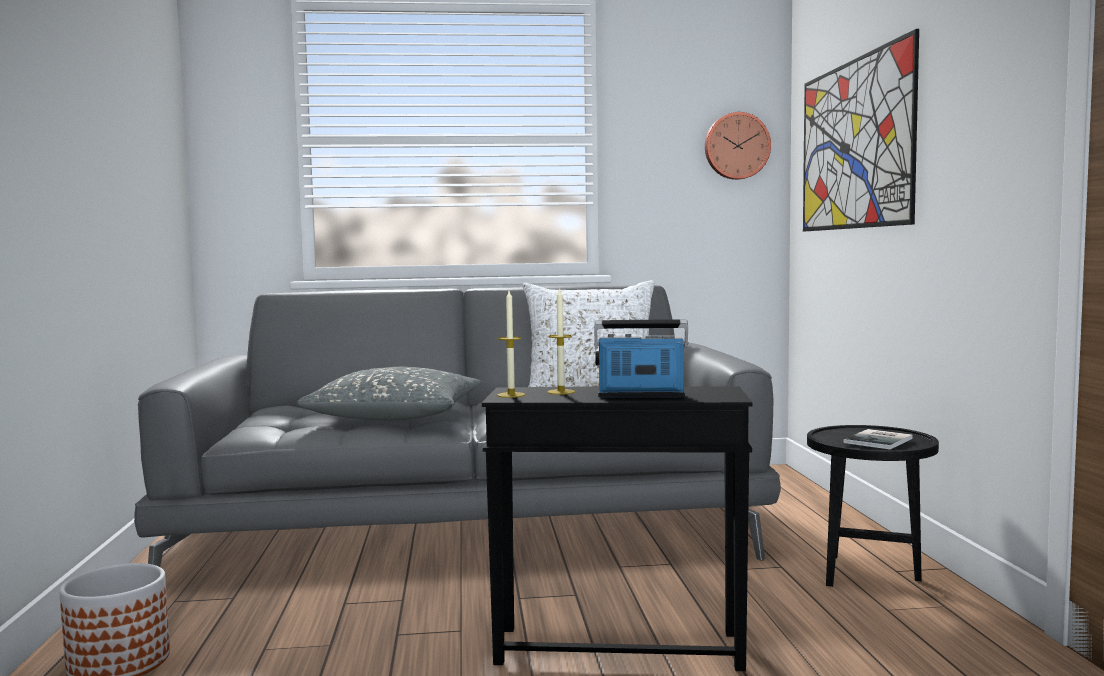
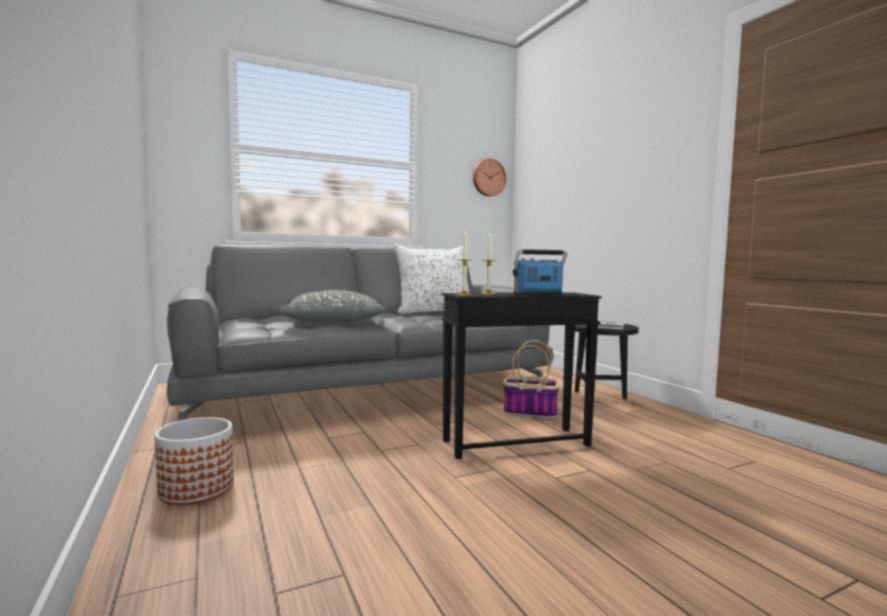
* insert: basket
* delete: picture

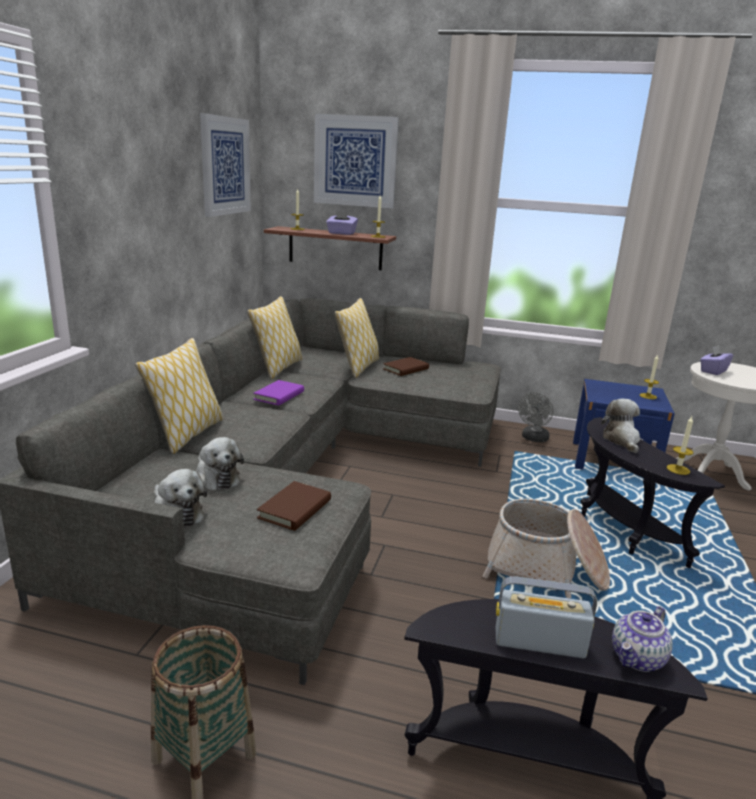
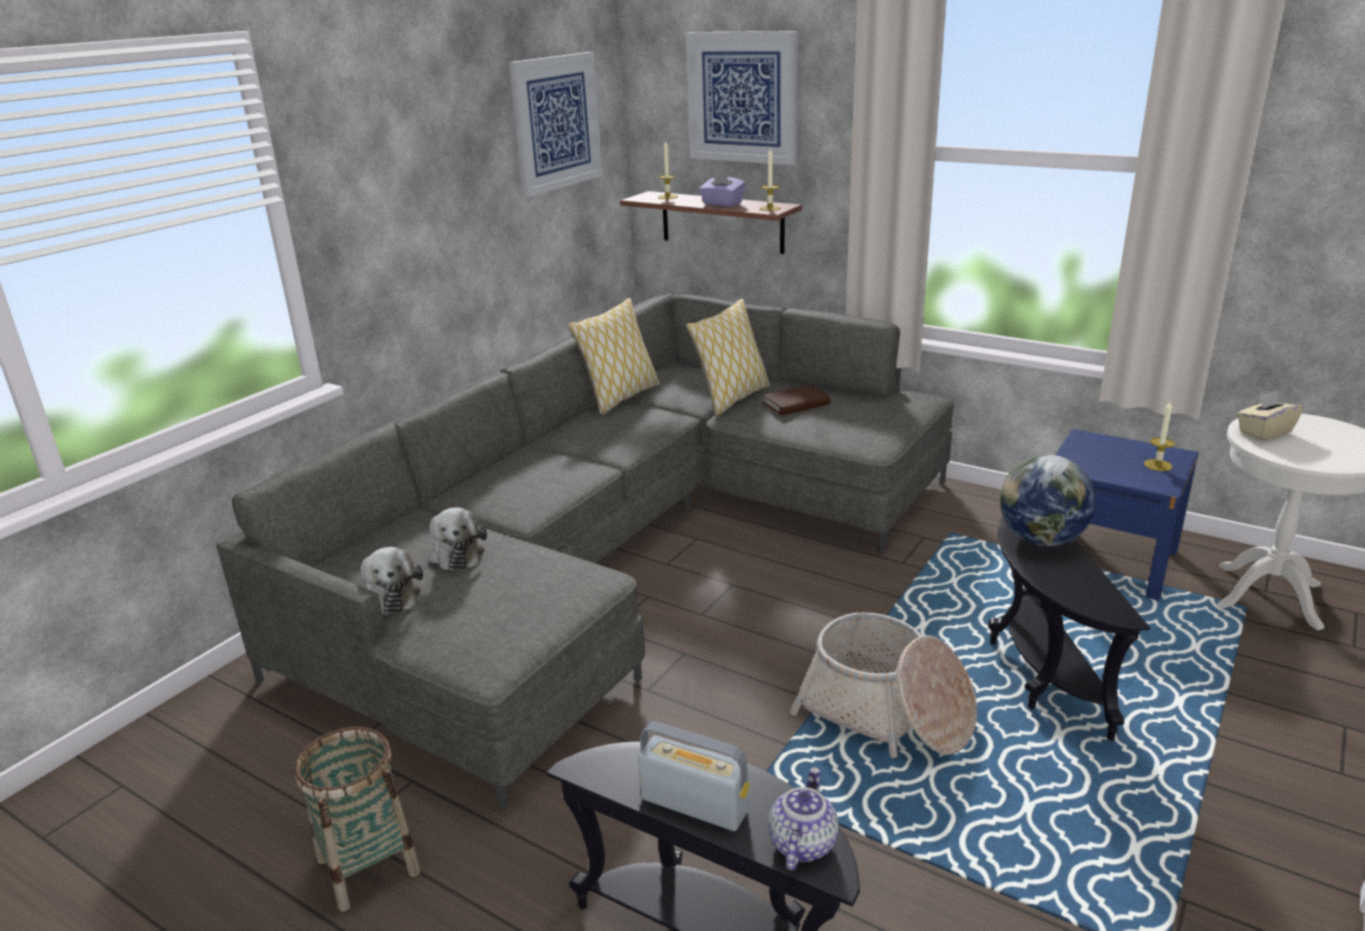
* rotate: teapot 135 degrees clockwise
* replace: plush toy (3rd from left) to globe
* recolor: tissue box/purple (2nd from left) to tissue box/beige
* delete: pillow (1st from left)
* delete: book/purple
* delete: book/brown (1st from left)
* delete: fan/grey
* delete: candle (4th from left)

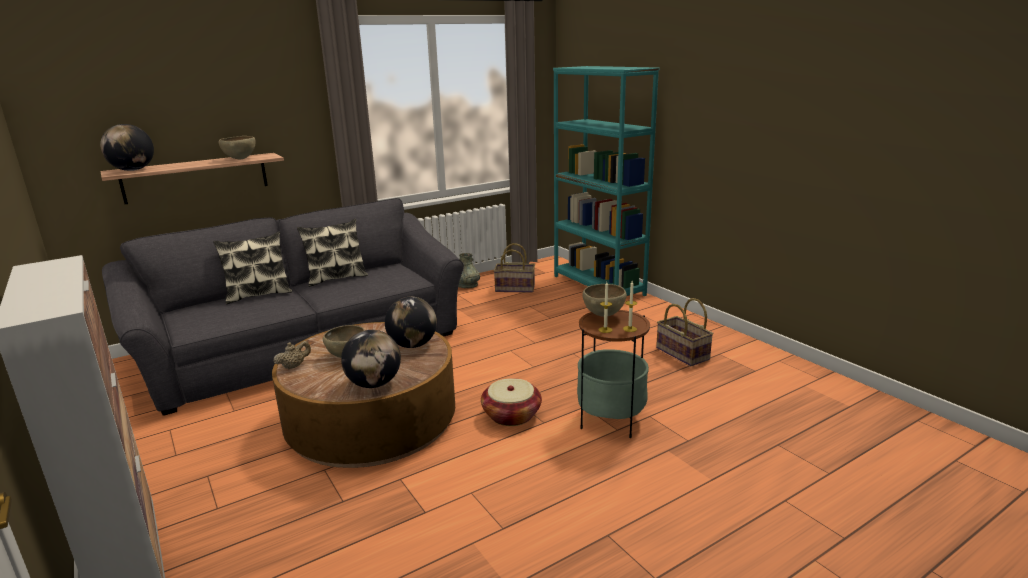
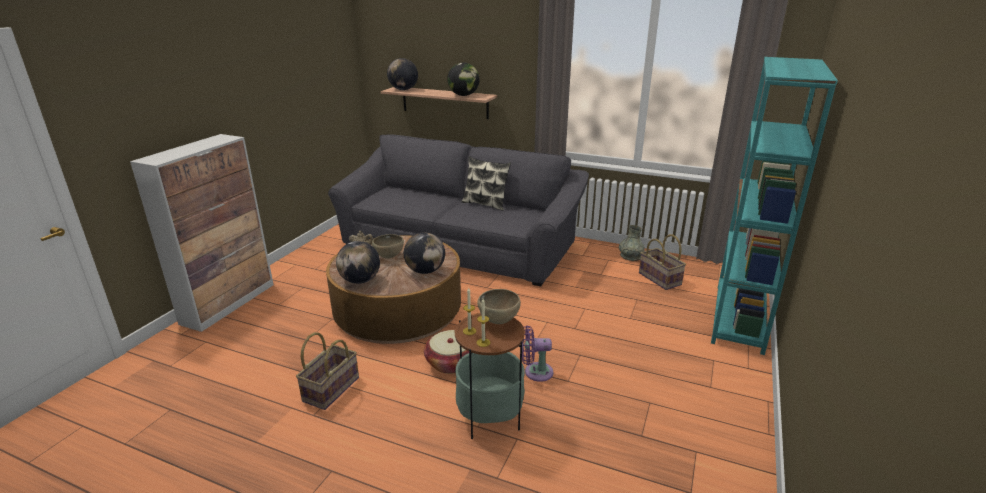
* move: basket (3rd from left in the first image) to basket (1st from left)
* replace: bowl/brown (1st from left) to globe (4th from left)
* insert: fan/purple
* delete: pillow (1st from left)

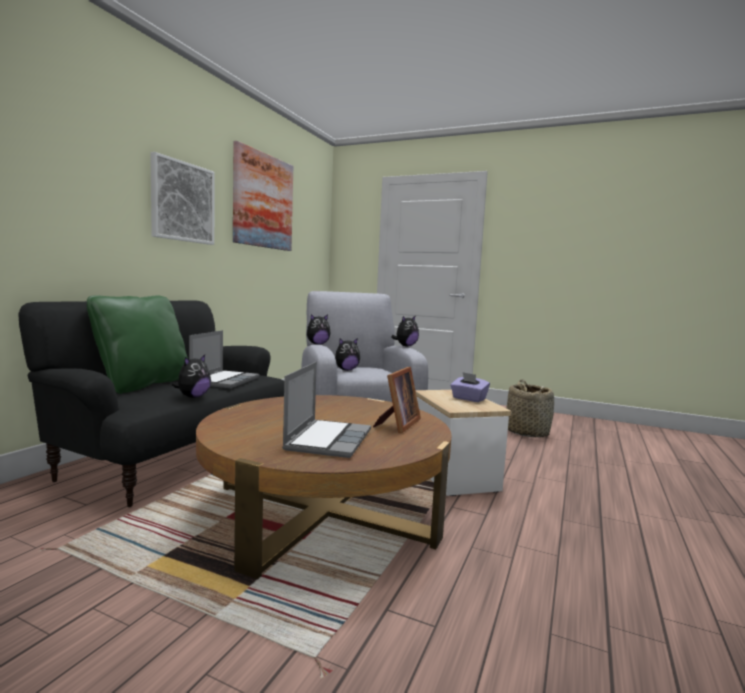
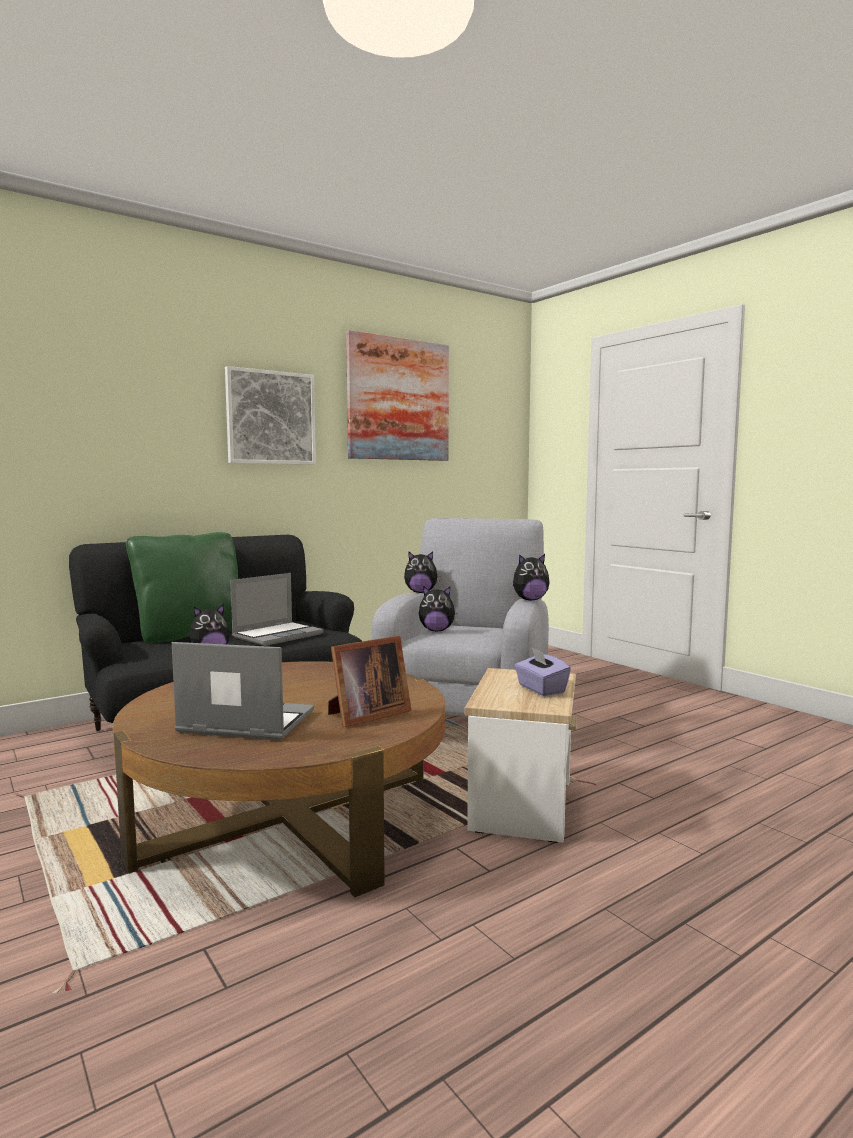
* rotate: laptop (2nd from left in the first image) 120 degrees counterclockwise
* delete: basket

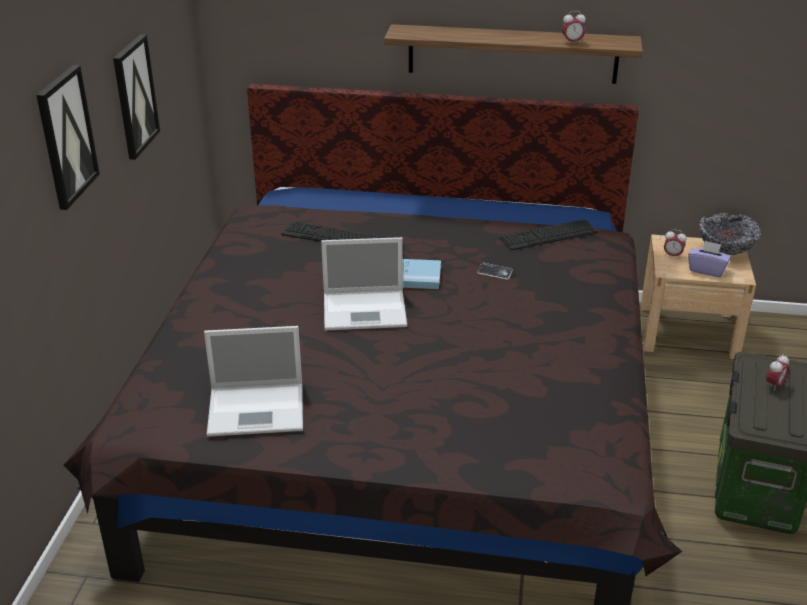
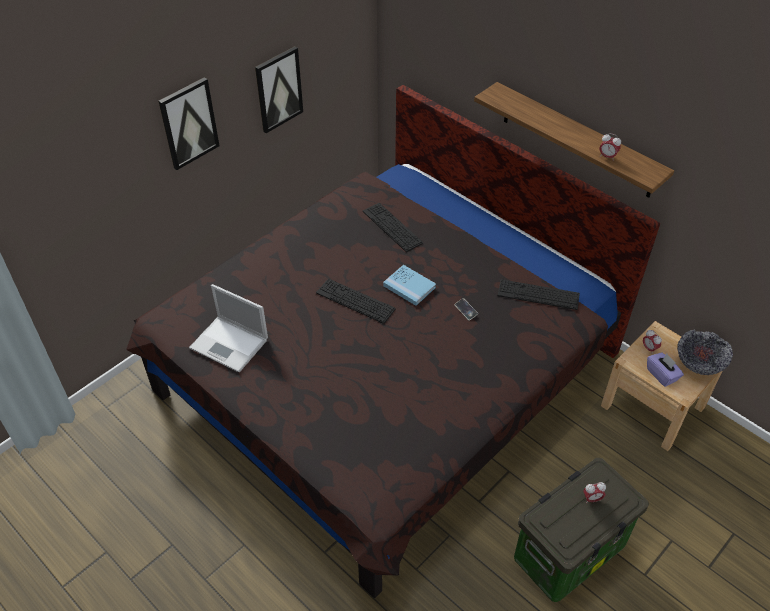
* replace: laptop (2nd from left) to keyboard (1st from left)

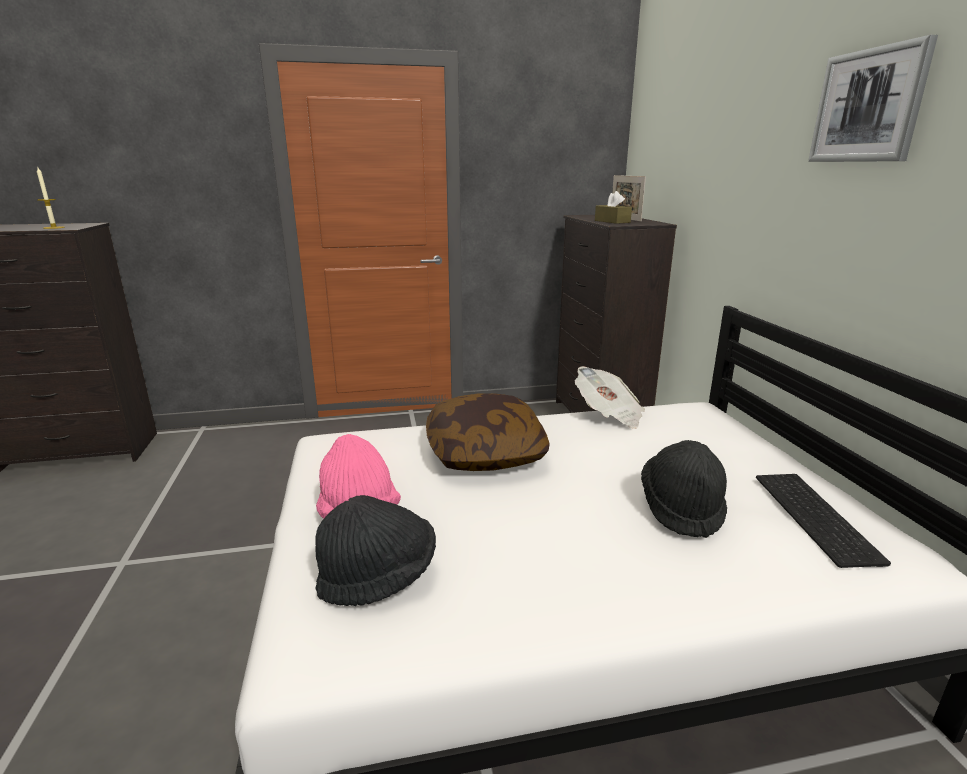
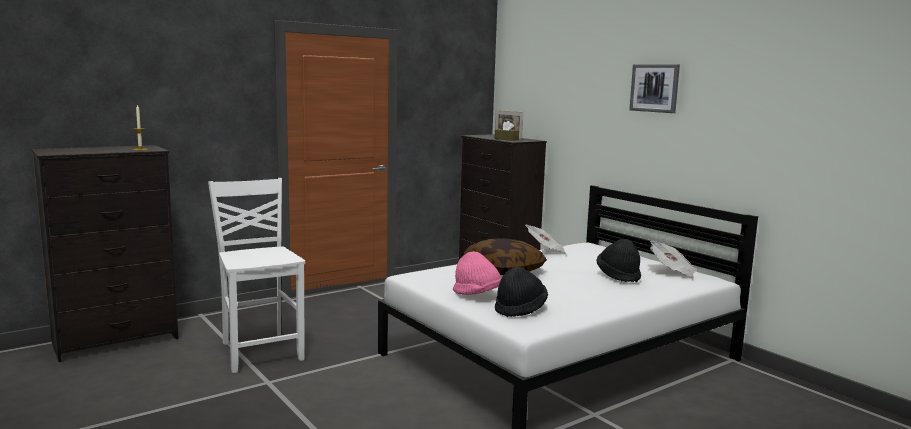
* insert: chair/white
* replace: keyboard to newspaper (2nd from left)

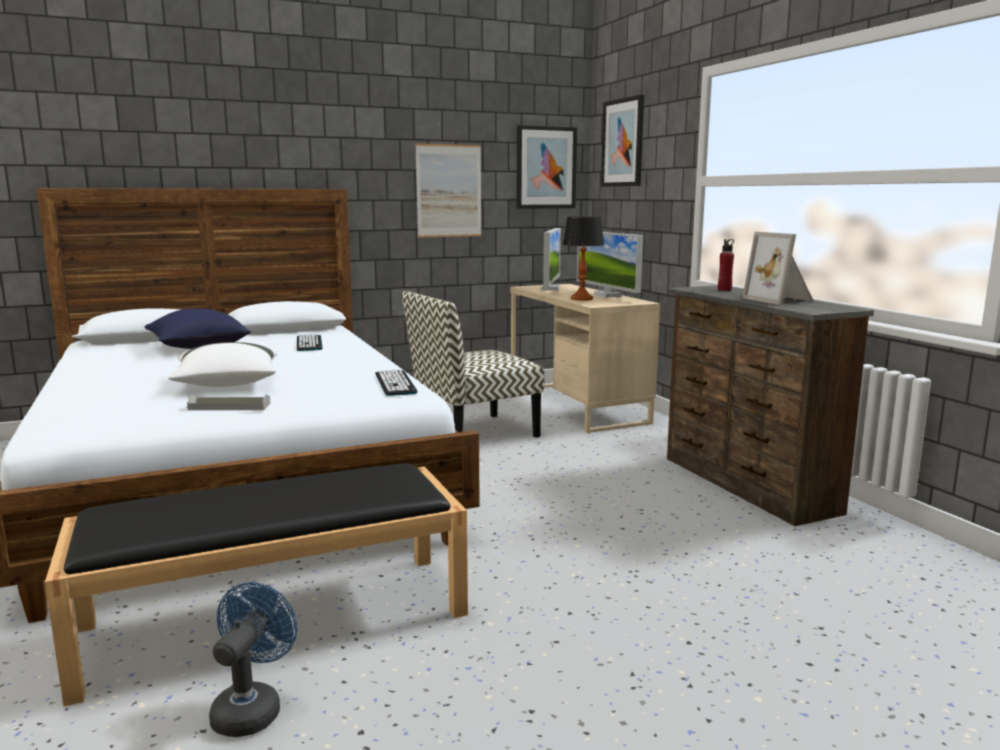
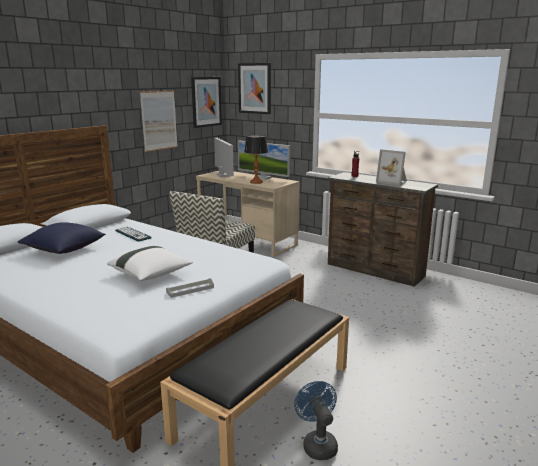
* delete: keyboard (2nd from left)

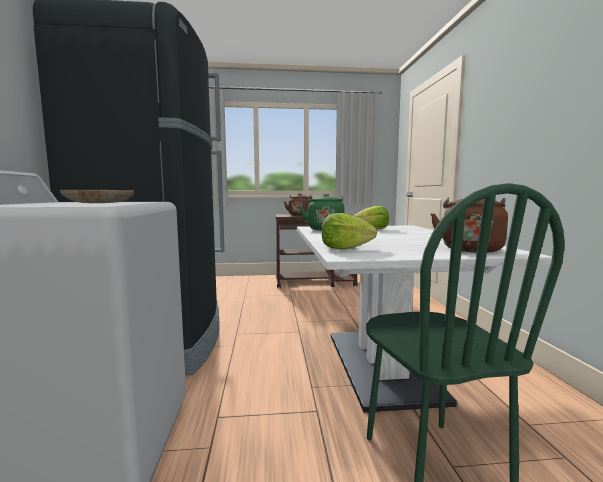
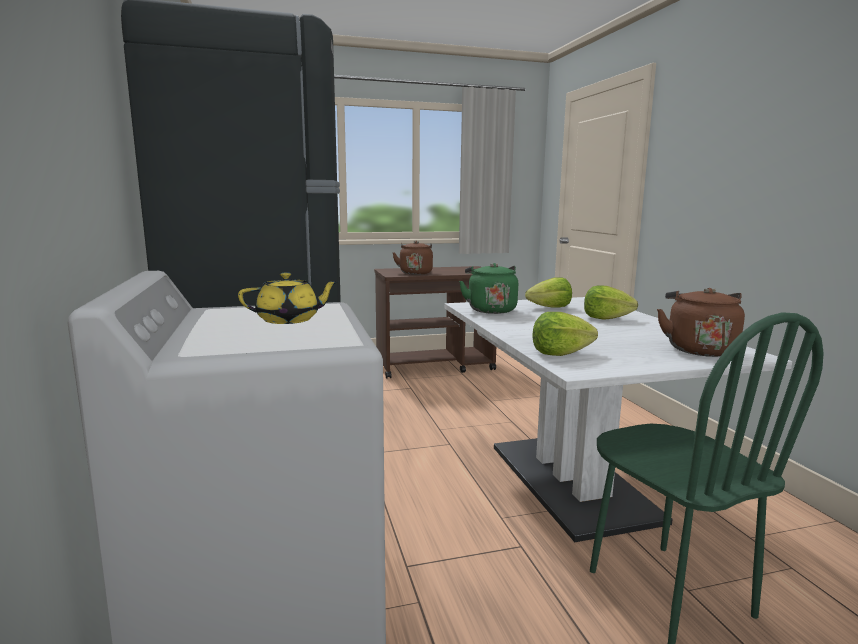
* replace: plate/beige to teapot/yellow
* insert: lettuce (3rd from left)

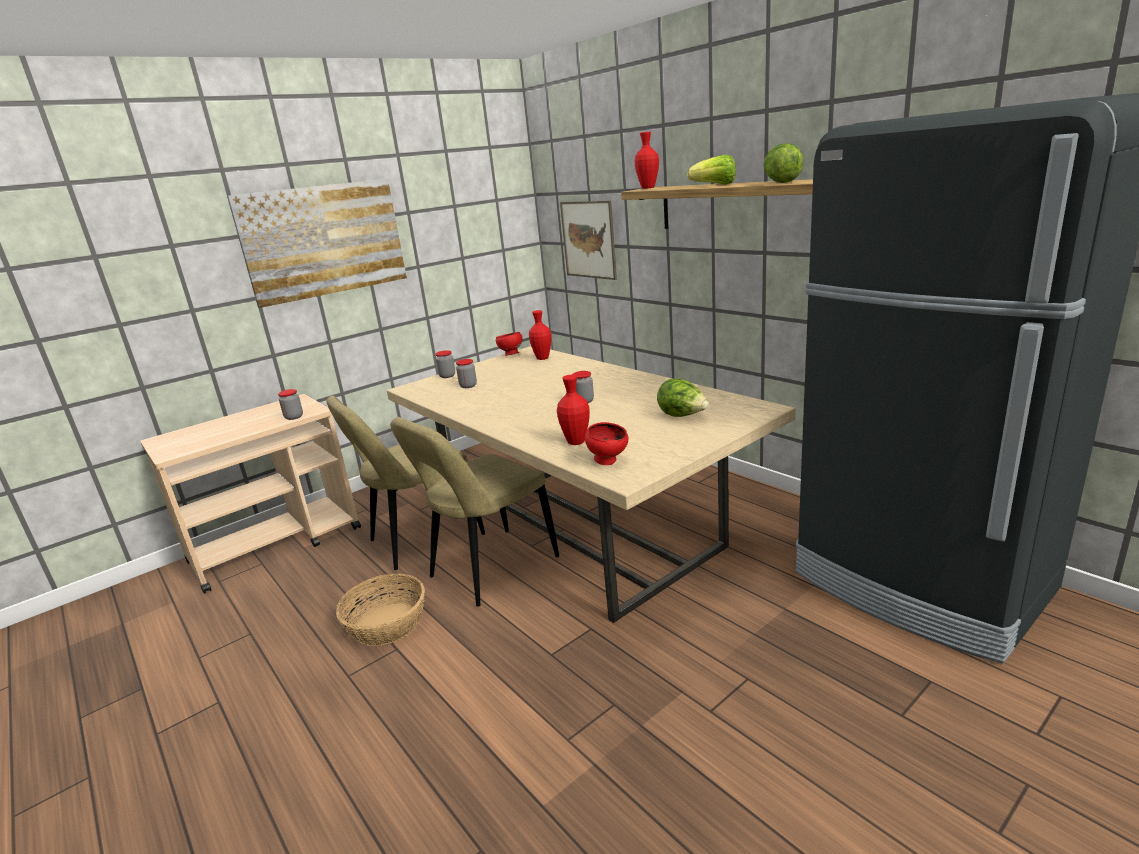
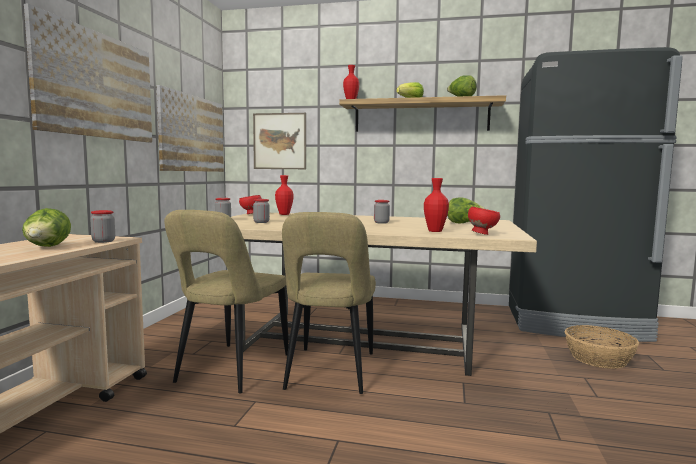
* insert: lettuce (1st from left)
* insert: picture (2nd from left)
* move: basket

